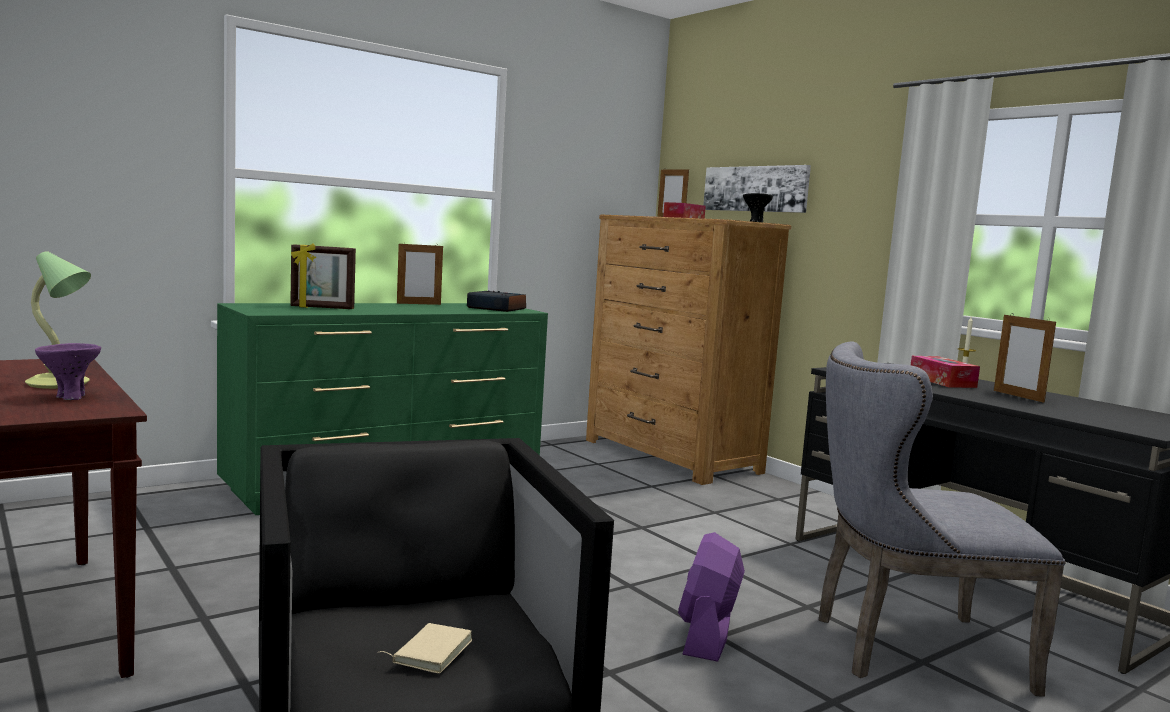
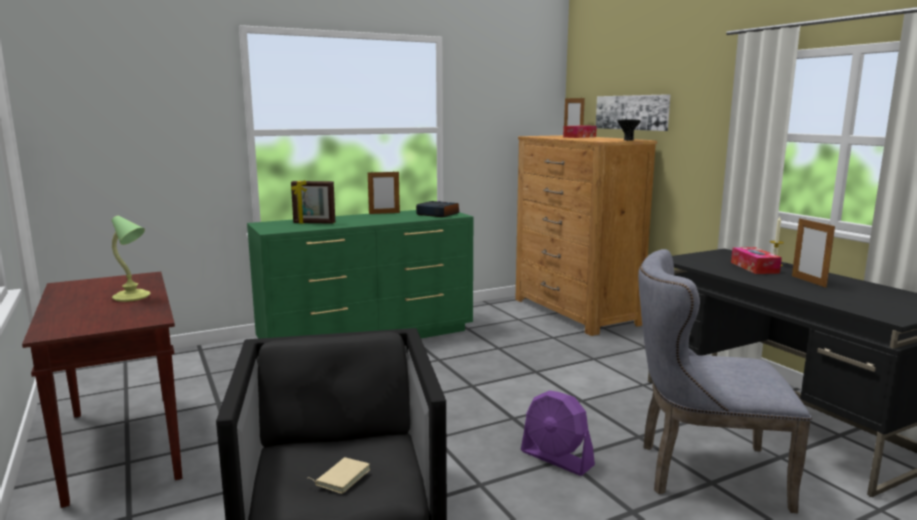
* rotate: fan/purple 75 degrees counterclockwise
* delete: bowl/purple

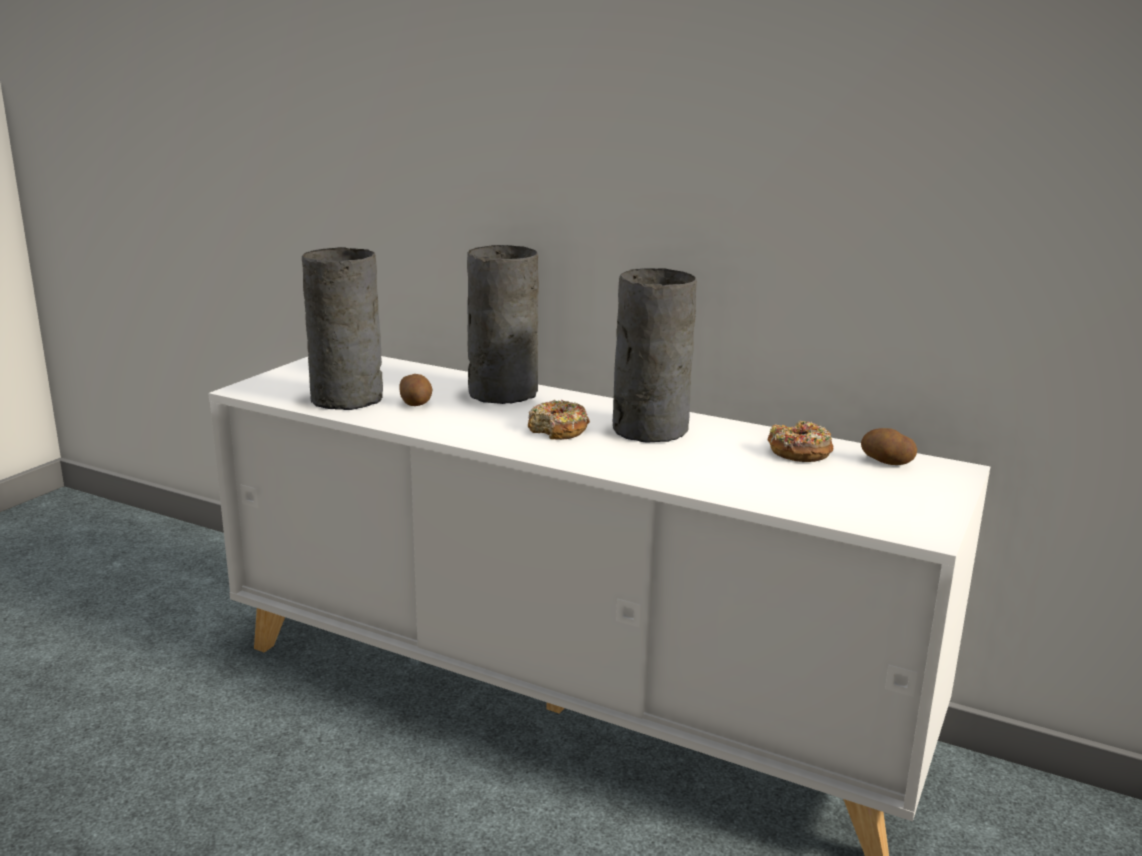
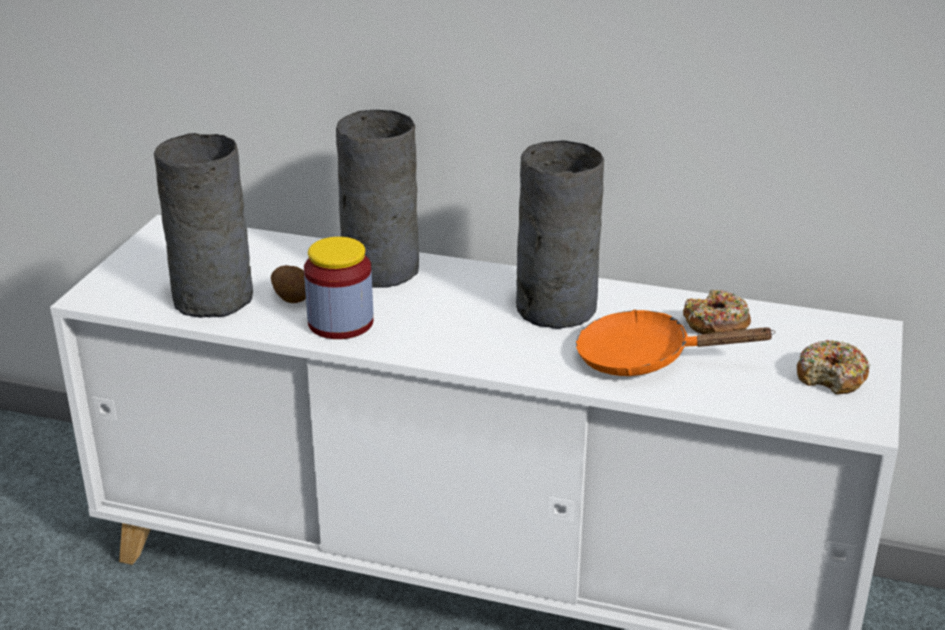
* insert: jar
* insert: frying pan/orange
* move: donut (1st from left in the first image) to donut (2nd from left)
* delete: potato (2nd from left)

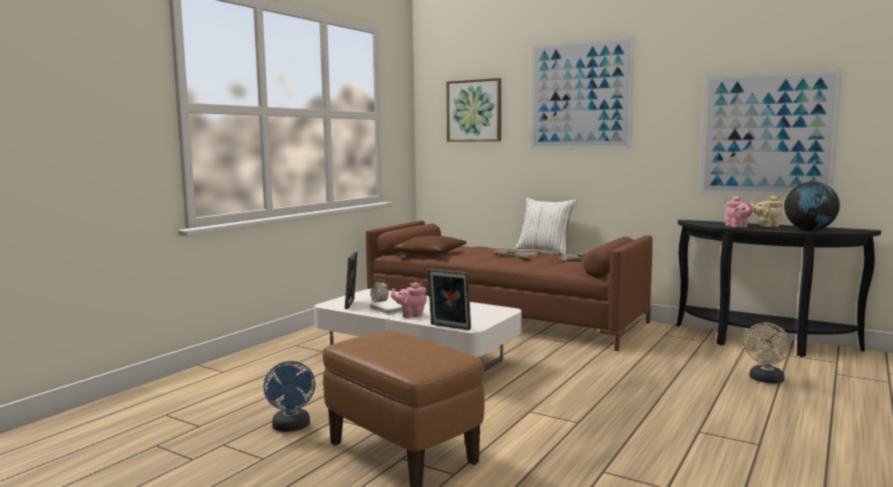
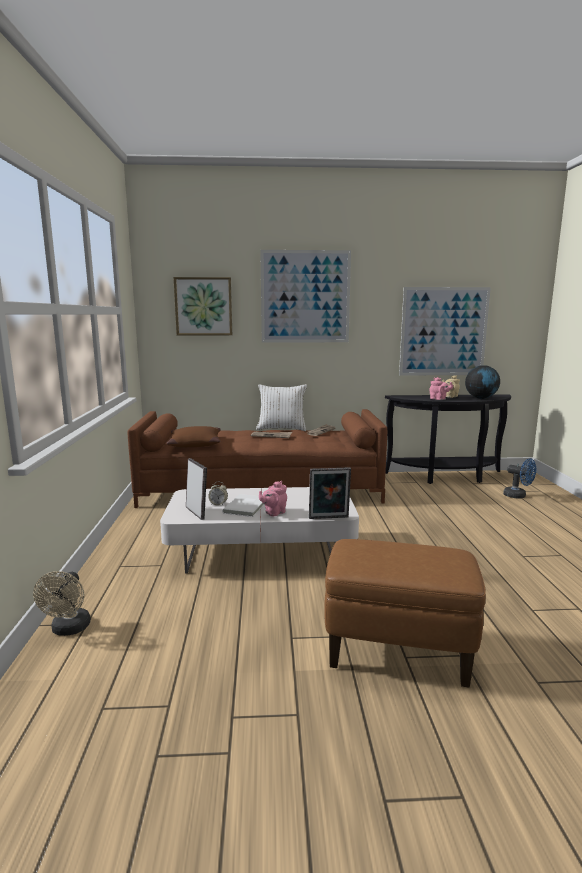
* move: fan/beige
* move: fan/blue

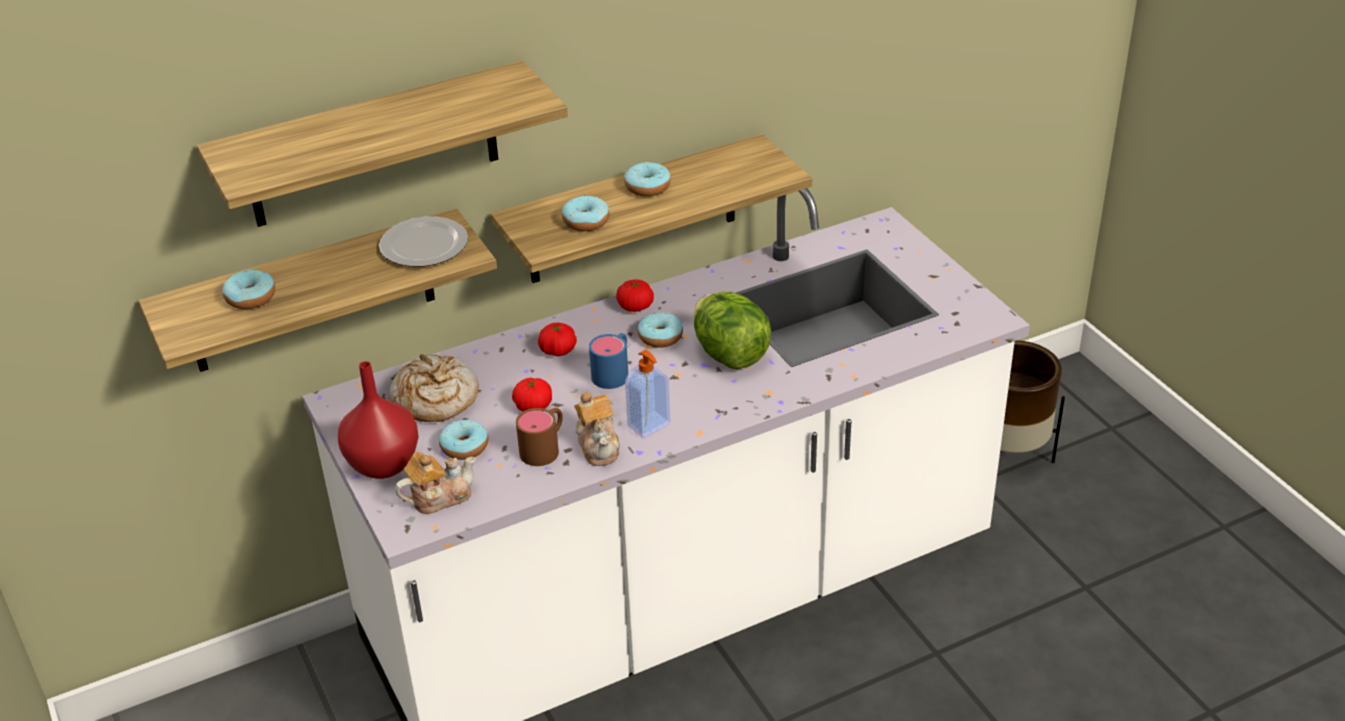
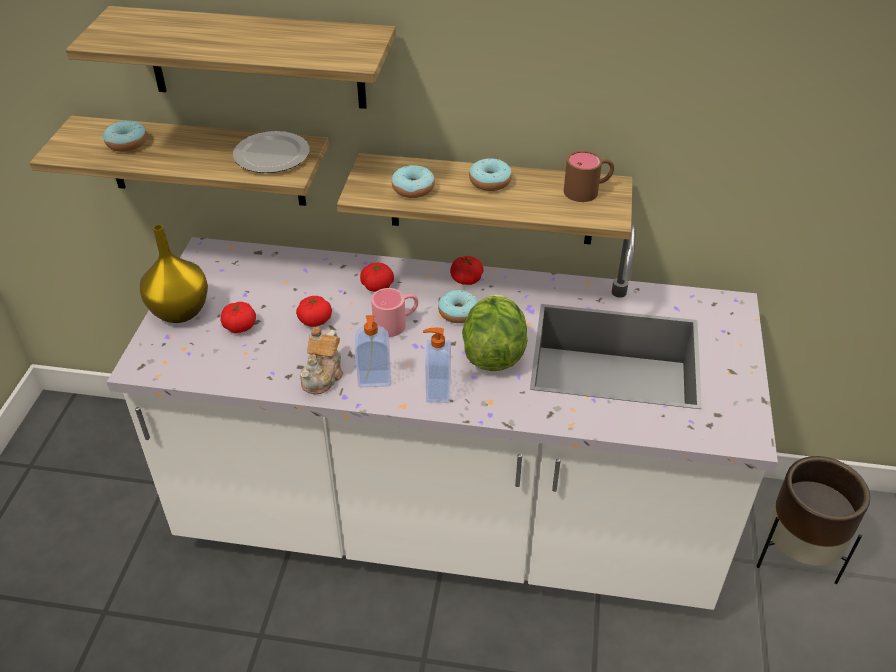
* recolor: vase/red to vase/yellow
* replace: donut (2nd from left) to tomato (1st from left)
* recolor: mug/blue to mug/pink
* insert: soap dispenser (2nd from left)
* move: mug/brown
* delete: bread
* delete: teapot (1st from left)

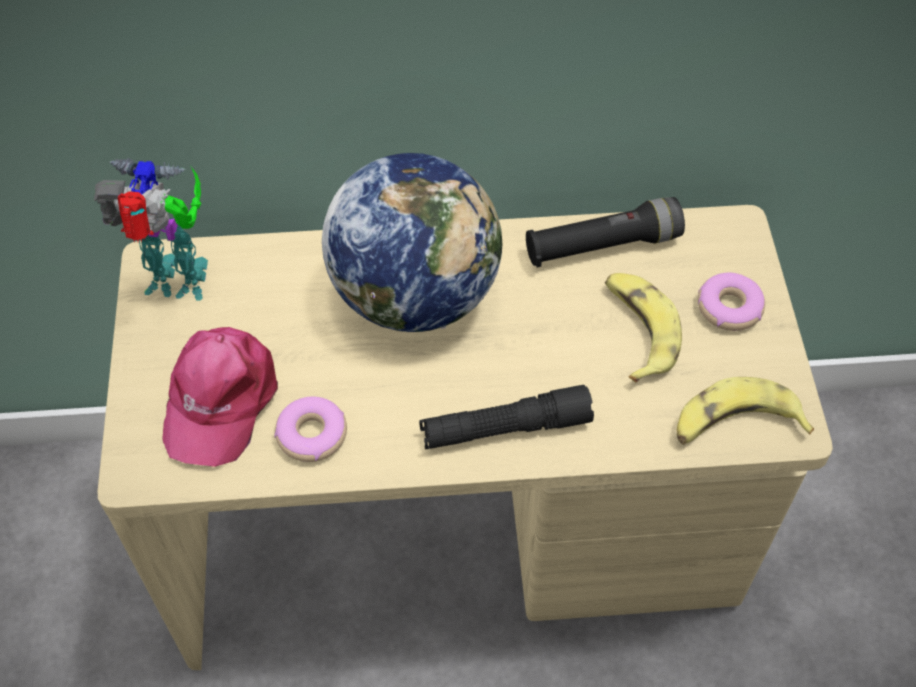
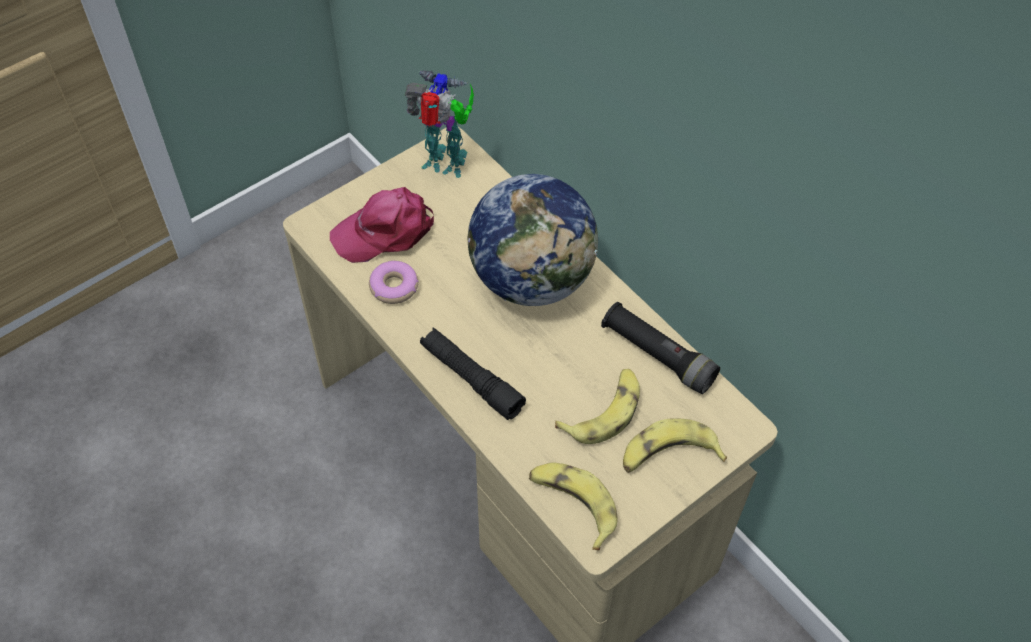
* rotate: toy robot 45 degrees counterclockwise
* replace: donut (2nd from left) to banana (3rd from left)

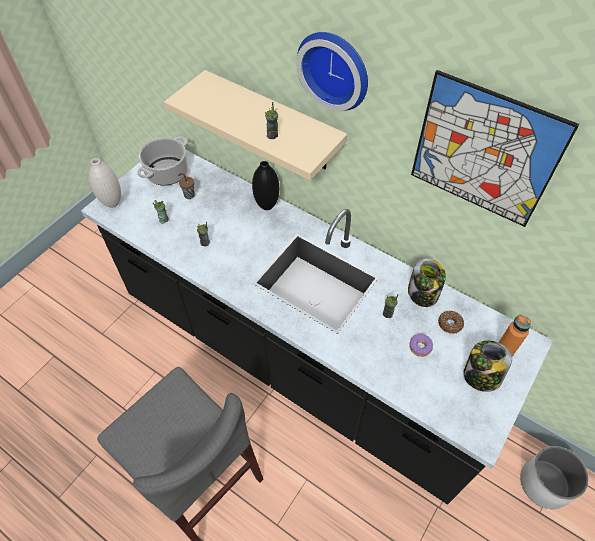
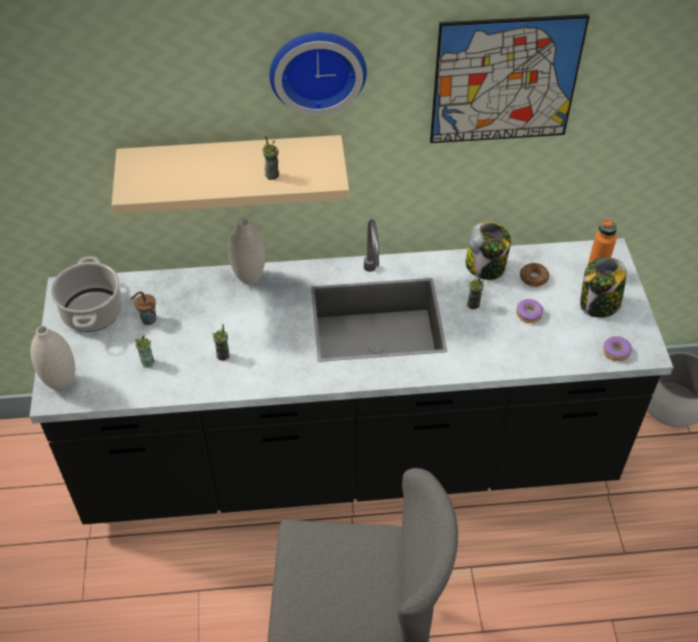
* recolor: vase/black to vase/white (2nd from left)
* insert: donut (3rd from left)

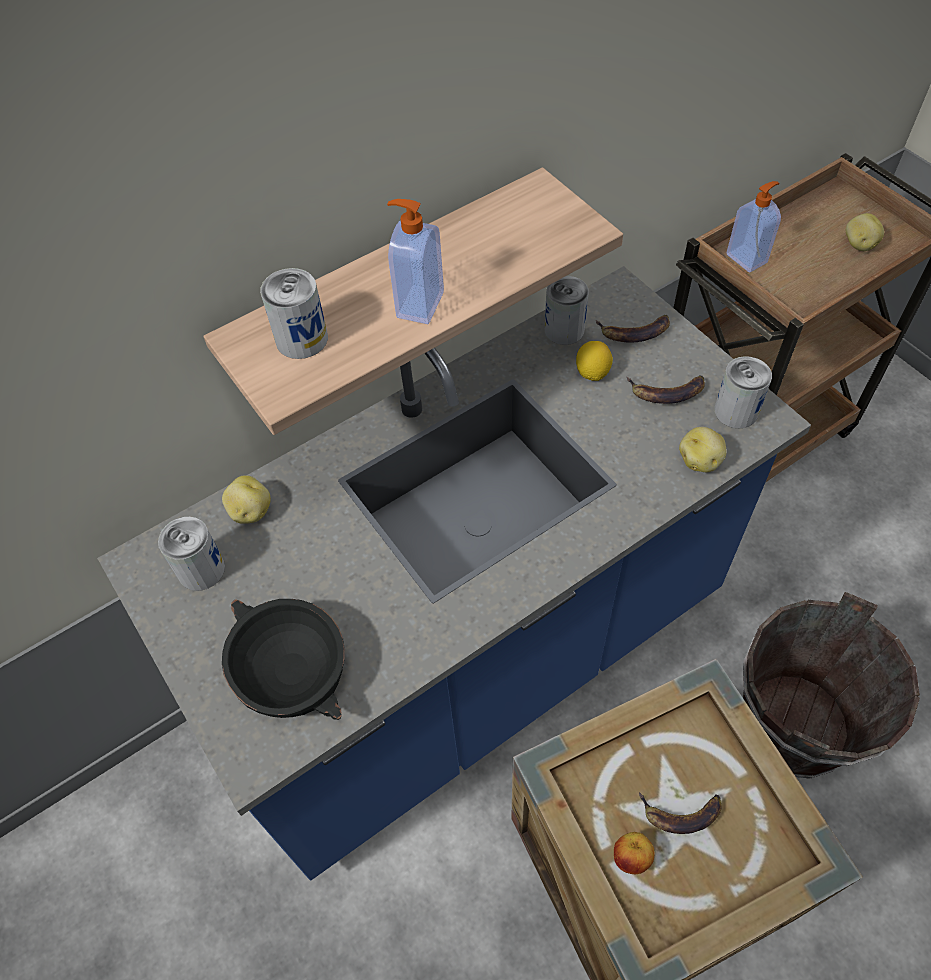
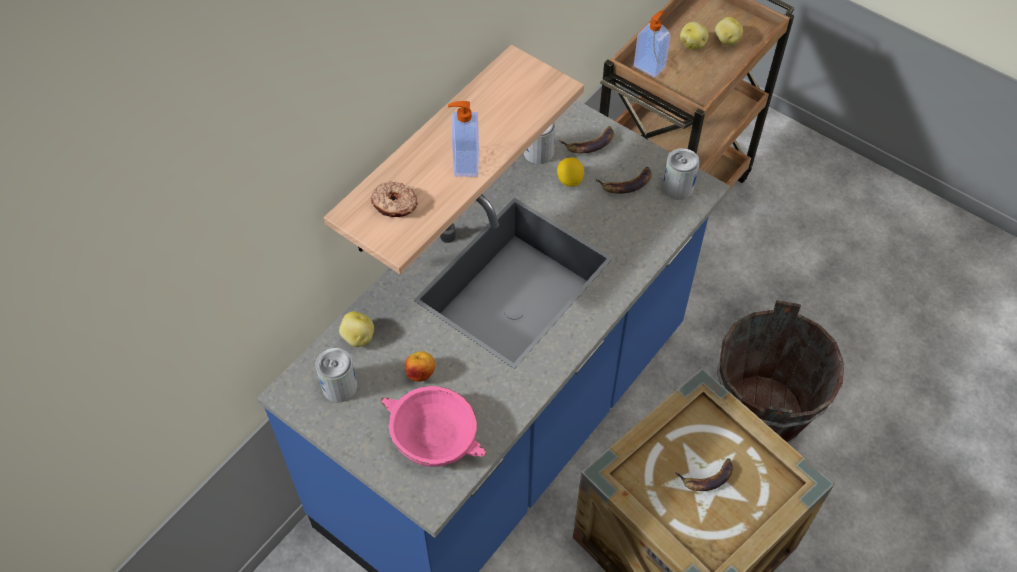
* replace: can (2nd from left) to donut
* recolor: bowl/black to bowl/pink
* move: apple
* move: potato (2nd from left)

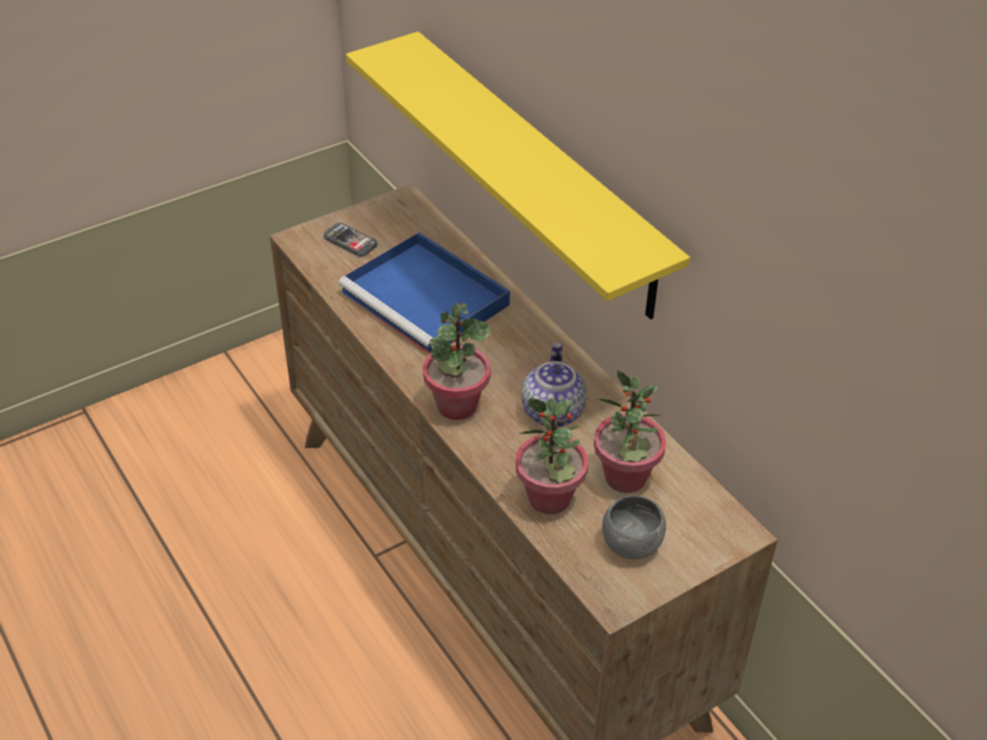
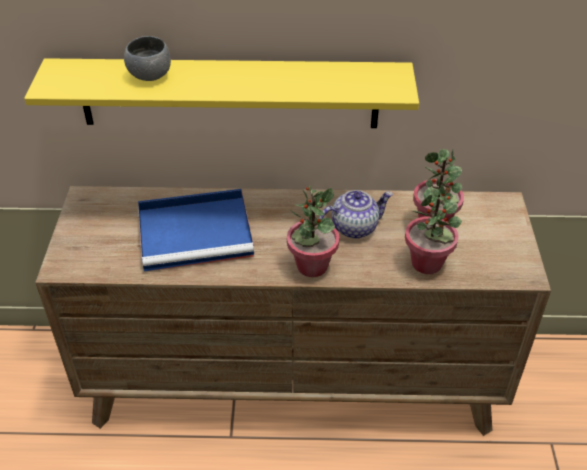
* move: bowl/grey
* rotate: teapot 120 degrees clockwise
* delete: phone

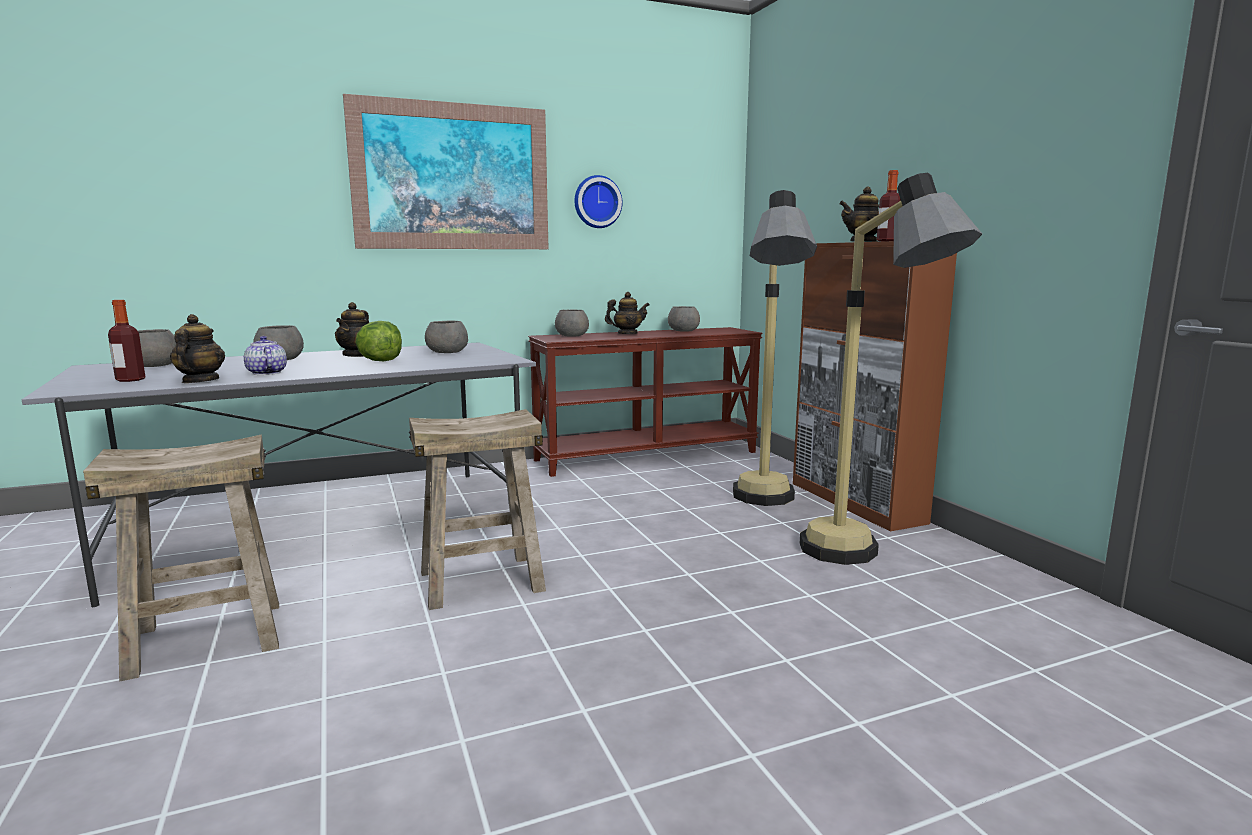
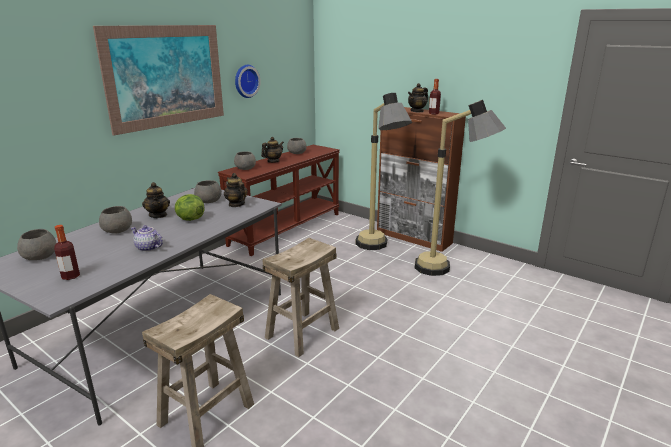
* move: teapot (1st from left in the first image) to teapot (3rd from left)

